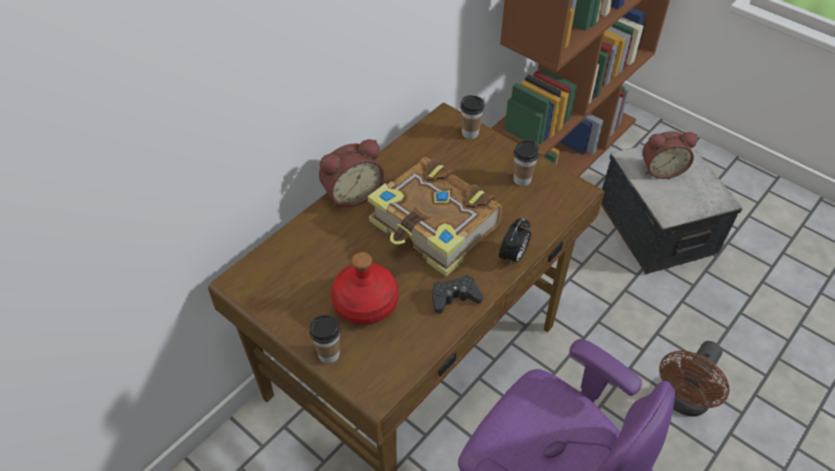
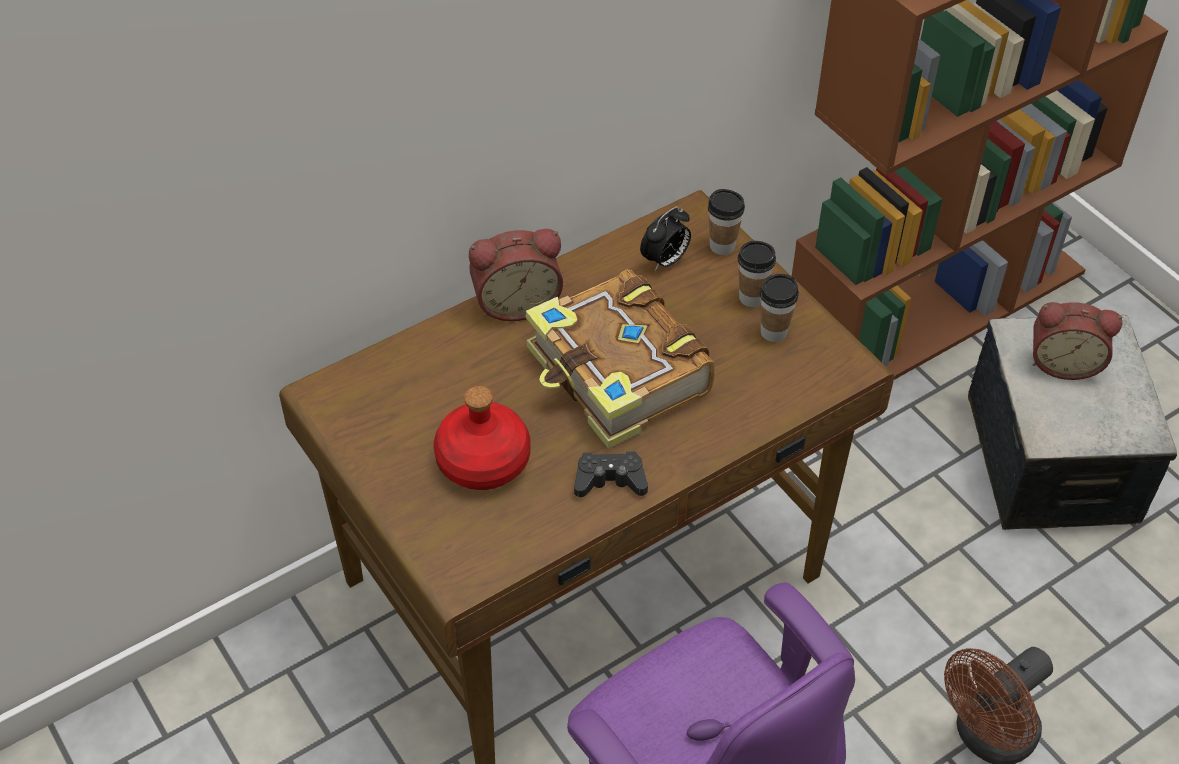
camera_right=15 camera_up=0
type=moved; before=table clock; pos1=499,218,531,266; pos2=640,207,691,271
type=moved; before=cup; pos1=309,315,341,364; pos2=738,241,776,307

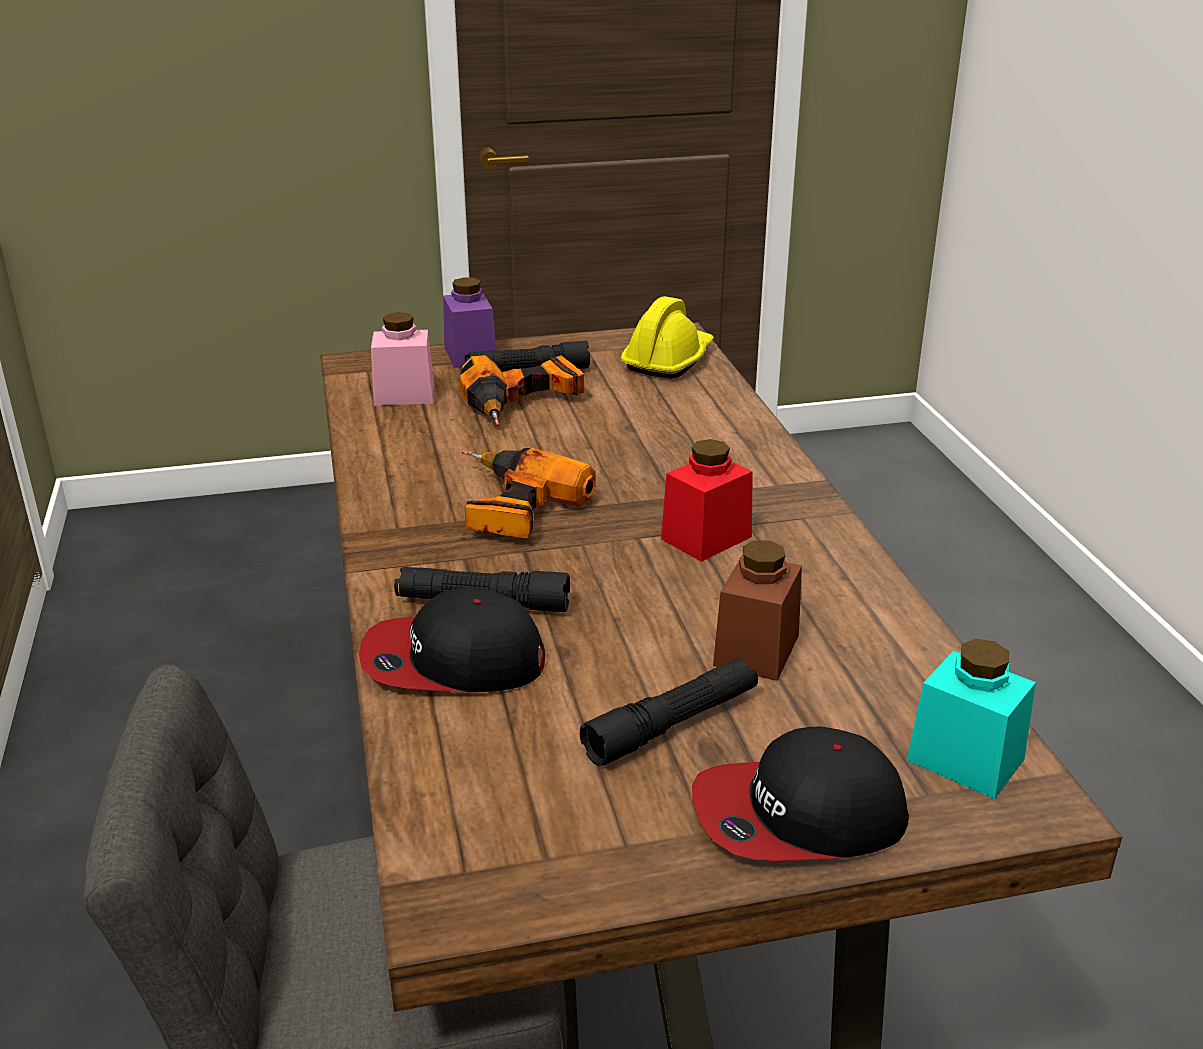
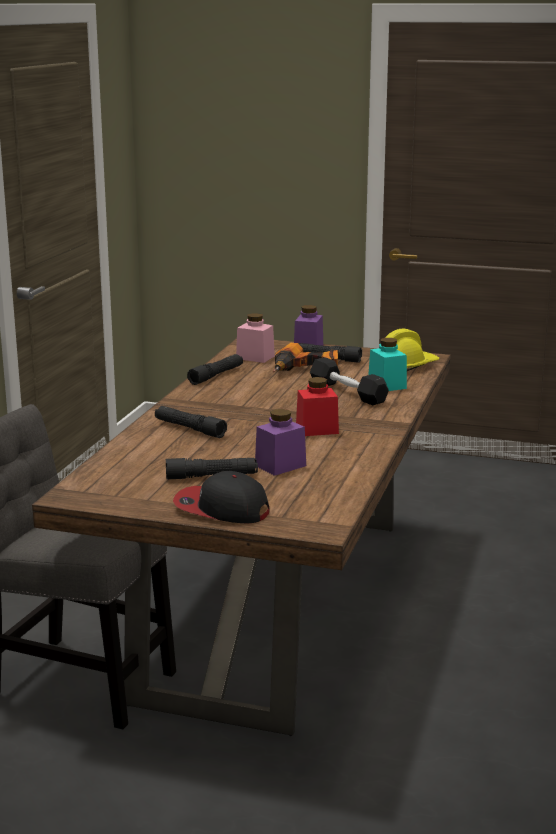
camera_right=30 camera_up=-10
type=removed; before=electric drill; pos1=462,448,596,538
type=recoloured; before=jar (brownish); after=jar (purple); pos1=713,541,802,681; pos2=255,409,306,476
type=removed; before=peaked cap; pos1=359,587,545,692
type=moved; before=jar (blue-green); pos1=907,639,1036,799; pos2=368,338,407,391
type=added; after=flashlight (black-coloured); pos2=187,354,243,385
type=added; after=hand weight (black-coloured); pos2=310,357,389,405

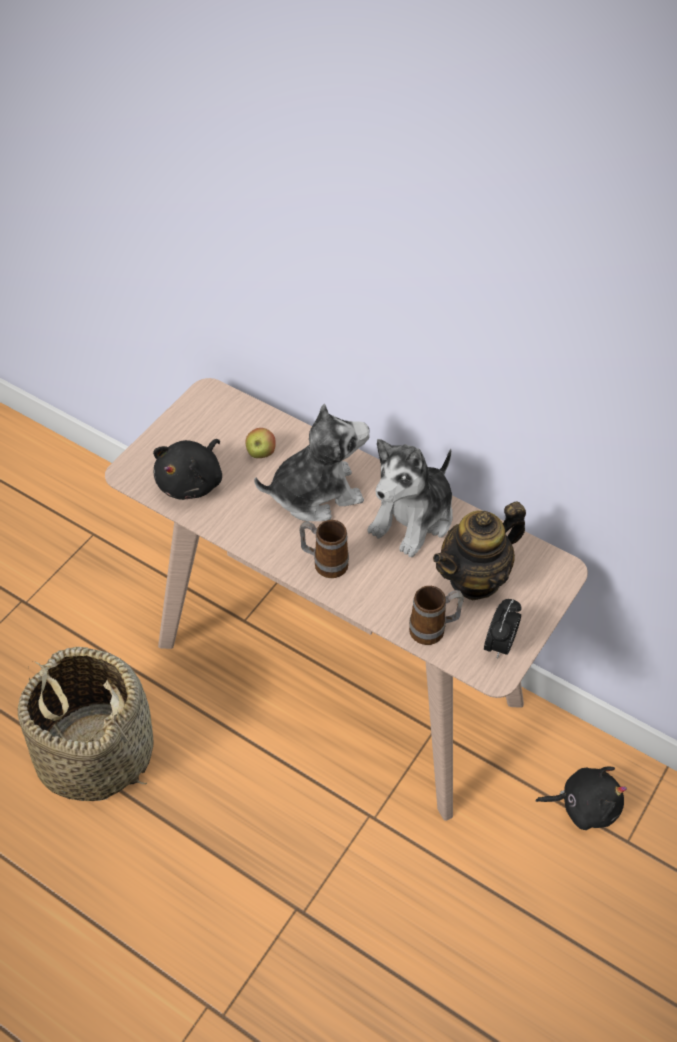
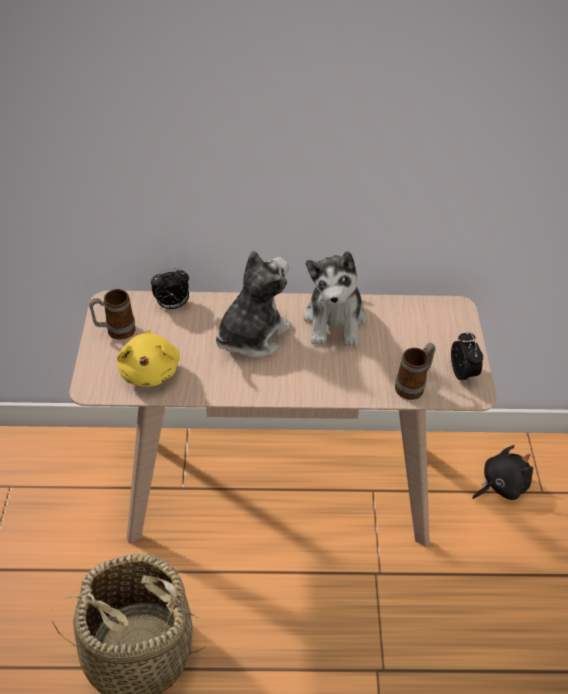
camera_right=-35 camera_up=-5
type=removed; before=apple; pos1=246,428,276,458
type=recoloured; before=plush toy (black-coloured); after=plush toy (yellowish); pos1=153,439,222,500; pos2=117,329,180,387
type=removed; before=pot for tea; pos1=433,502,526,600
type=moved; before=tea mug; pos1=299,520,349,578; pos2=89,289,135,340
type=added; after=table clock; pos2=151,268,189,309

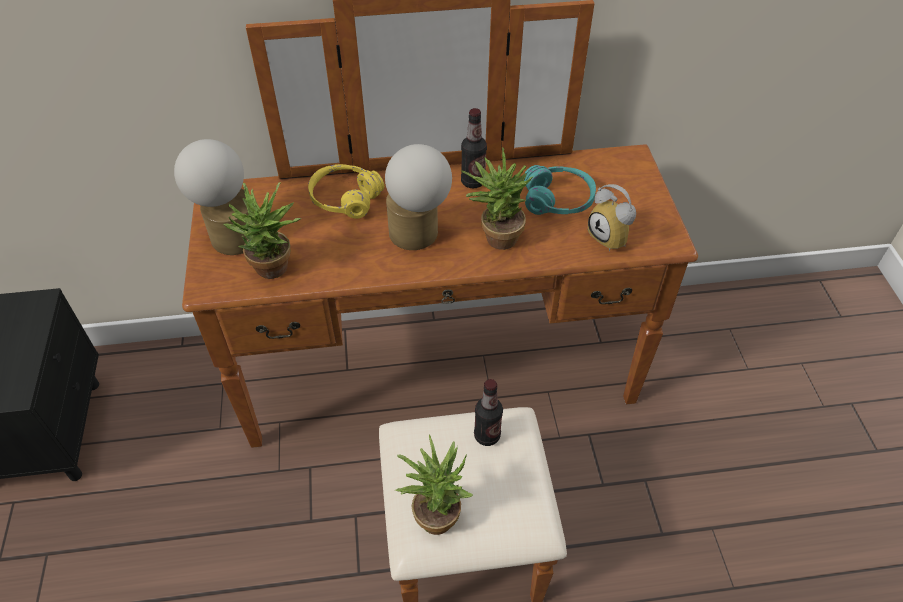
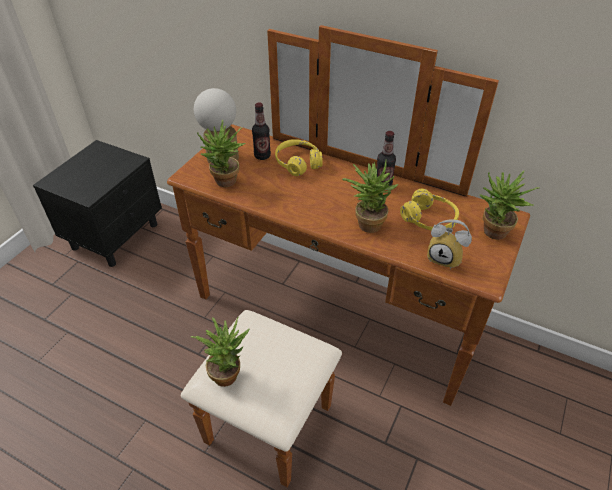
camera_right=35 camera_up=-5
type=removed; before=table lamp; pos1=385,144,452,250
type=recoloured; before=headset (blue-green); after=headset (yellowish); pos1=524,165,596,215; pos2=400,189,459,231
type=turned; before=table clock; pos1=588,184,636,251; pos2=427,219,472,269; turn=-60
type=moved; before=bottle; pos1=474,379,503,446; pos2=252,103,271,160
type=added; after=plant in a pot; pos2=479,171,540,240

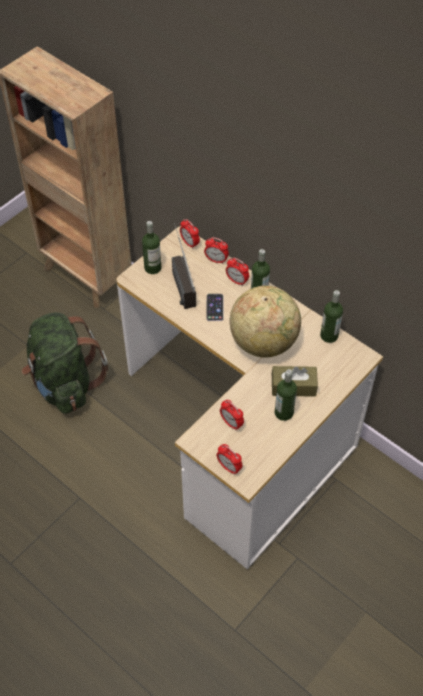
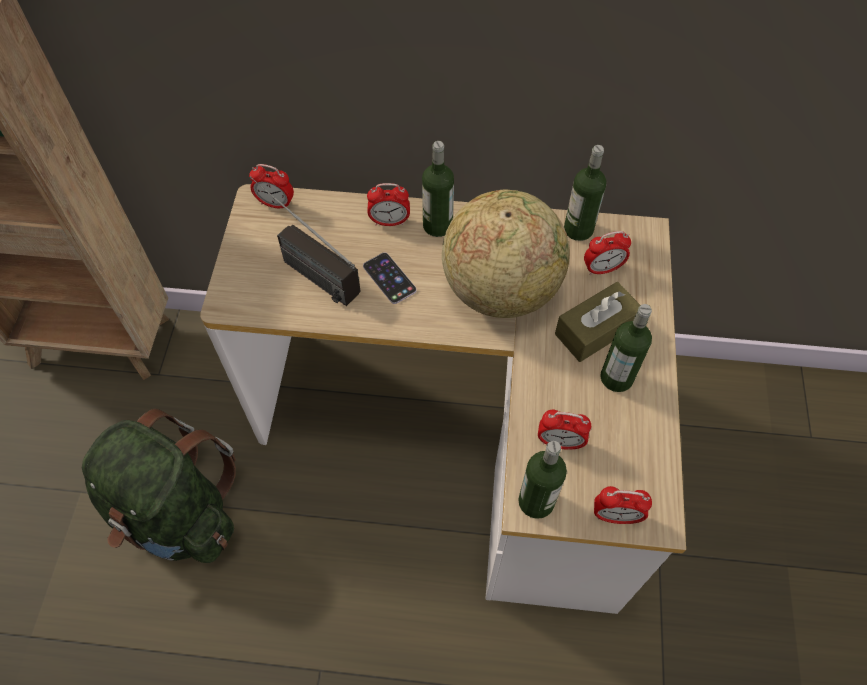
camera_right=-35 camera_up=5
type=moved; before=bottle; pos1=142,221,162,274; pos2=518,441,567,519
type=moved; before=table clock; pos1=204,237,229,264; pos2=584,231,631,275

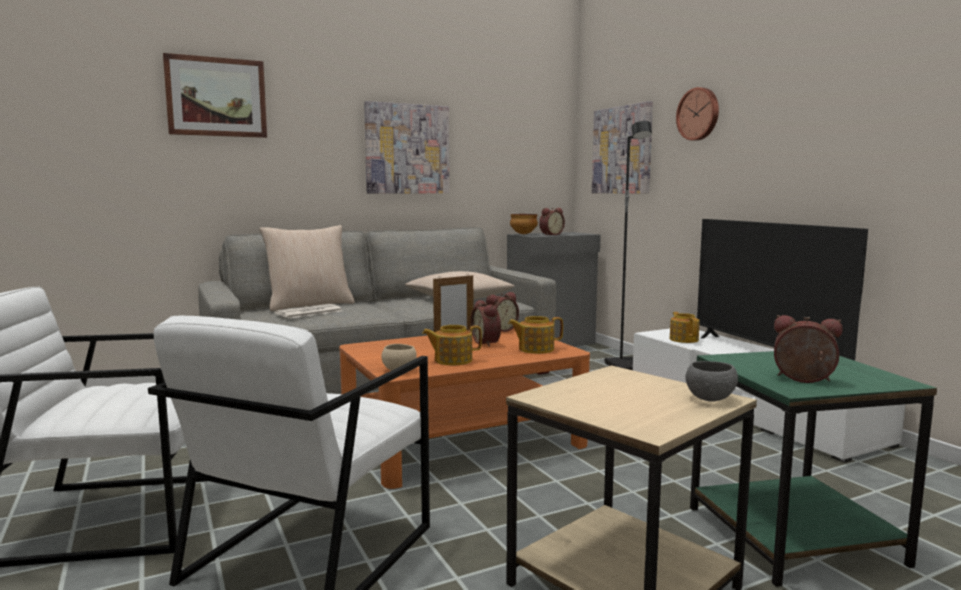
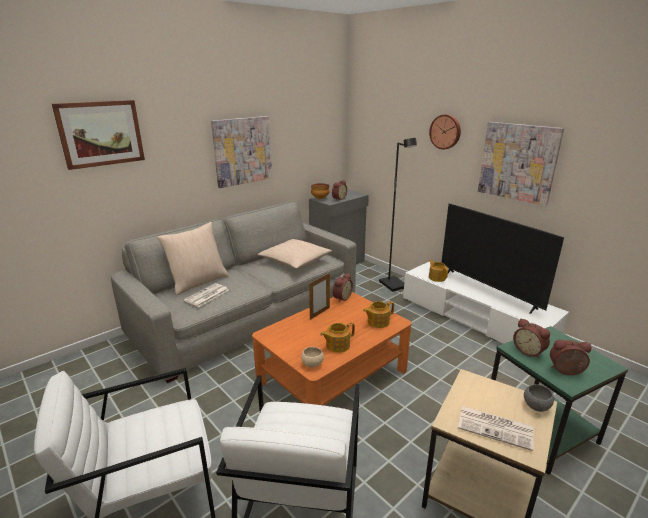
camera_right=-15 camera_up=15
type=moved; before=wall picture; pos1=592,101,653,194; pos2=478,122,564,206
type=moved; before=table clock; pos1=471,300,501,346; pos2=513,319,550,359
type=added; after=daily paper; pos2=458,406,533,451

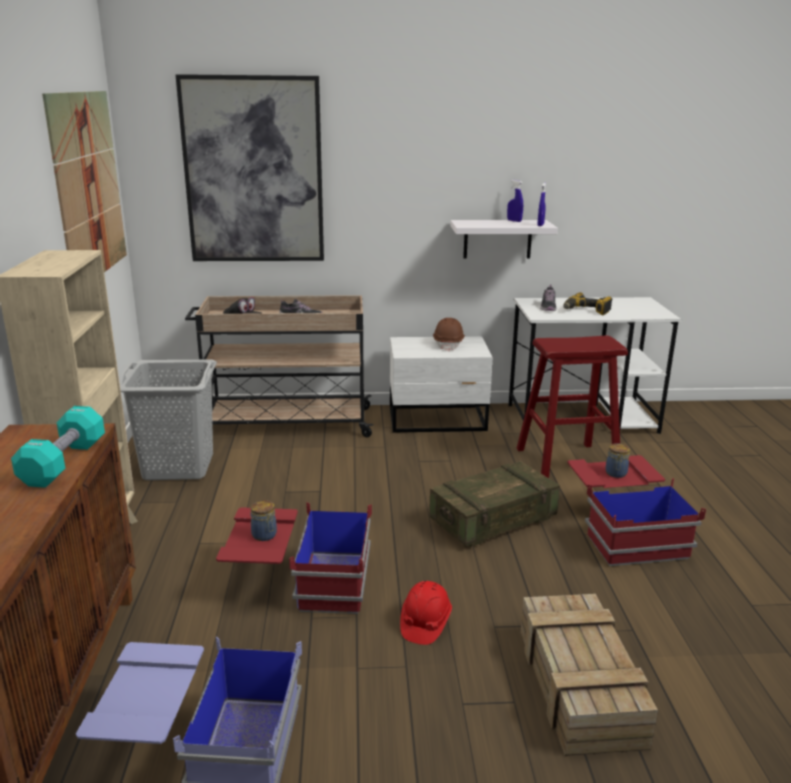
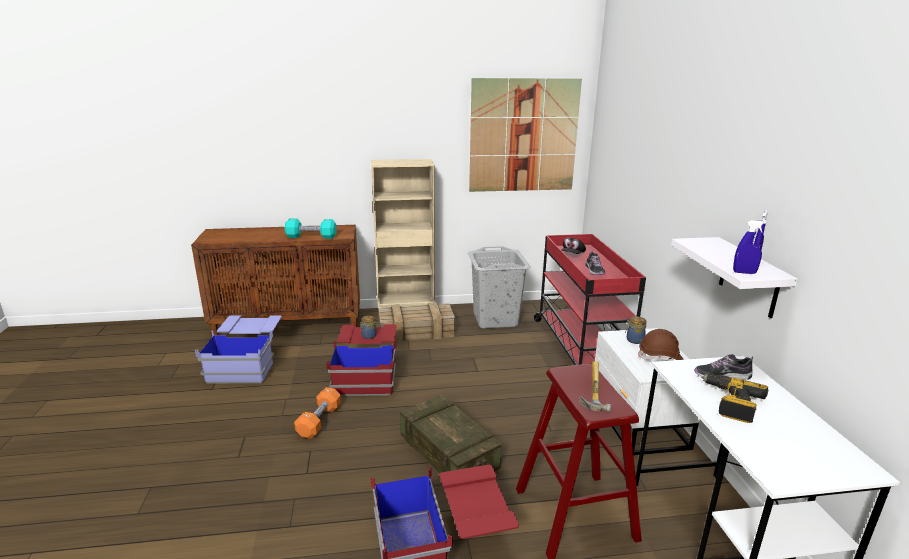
camera_right=85 camera_up=0
type=removed; before=wall picture; pos1=175,74,324,261
type=recoloured; before=cart (beige); after=cart (reddish); pos1=185,295,374,437; pos2=534,234,646,365
type=moved; before=jar; pos1=605,443,630,478; pos2=625,316,647,344
type=replaced; before=hard hat (reddish); after=hand weight (orangey); pos1=400,581,452,645; pos2=294,387,341,439
type=moved; before=crate; pos1=520,594,658,756; pos2=379,302,455,342
type=added; after=hammer; pos2=579,361,611,412

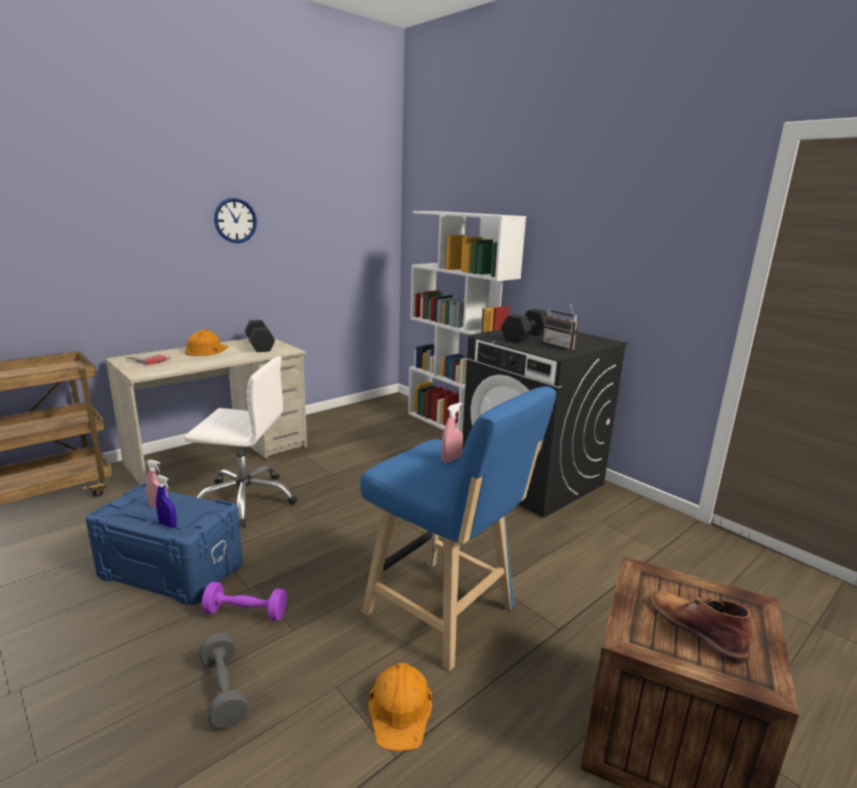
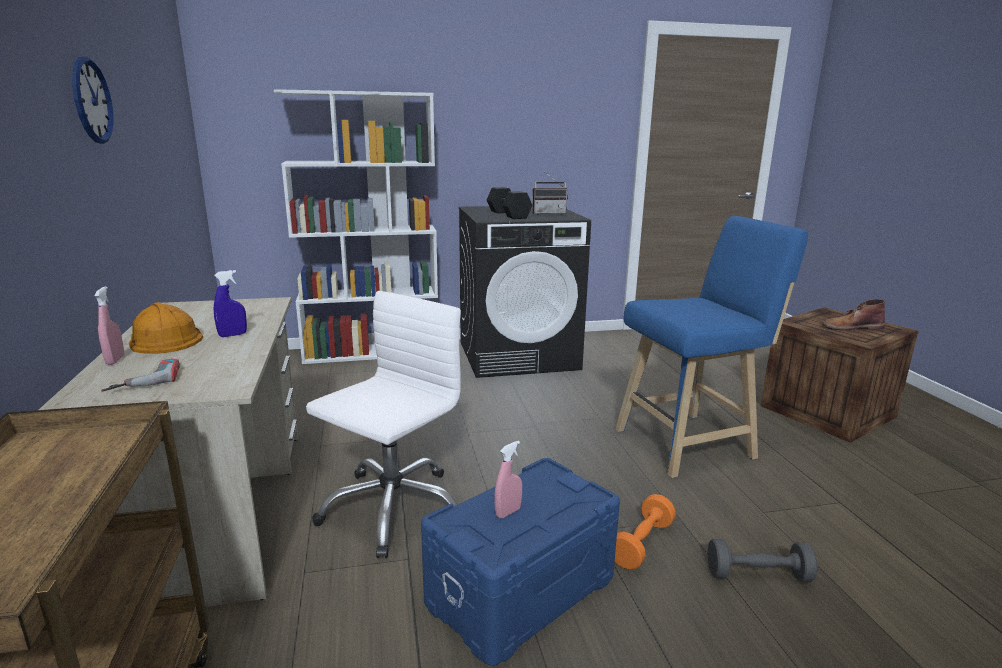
camera_right=-60 camera_up=0
type=removed; before=hand weight (black-coloured); pos1=245,320,275,352
type=moved; before=sprayer (pink-coloured); pos1=441,403,463,463; pos2=94,286,124,365
type=moved; before=sprayer (blue); pos1=156,475,177,528; pos2=214,270,247,337
type=recoloured; before=hand weight (purple); after=hand weight (orangey); pos1=202,582,287,621; pos2=615,494,676,570
type=removed; before=hard hat (orangey); pos1=369,663,432,751

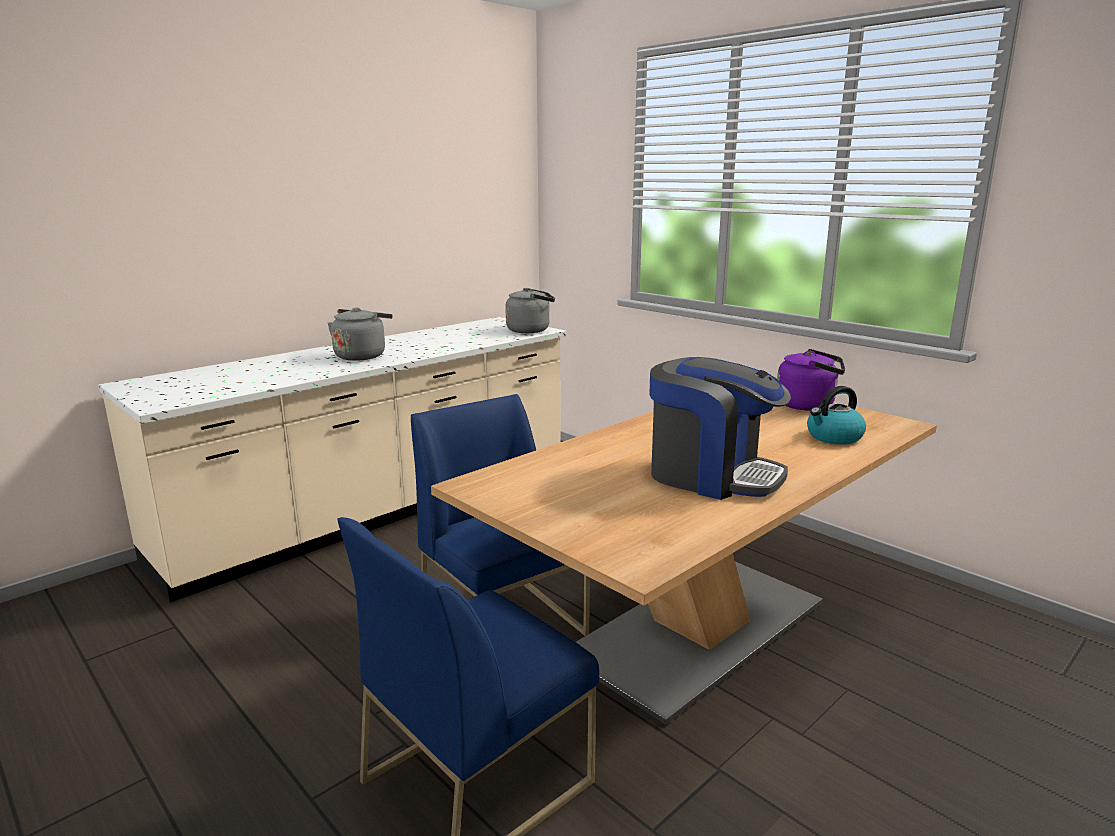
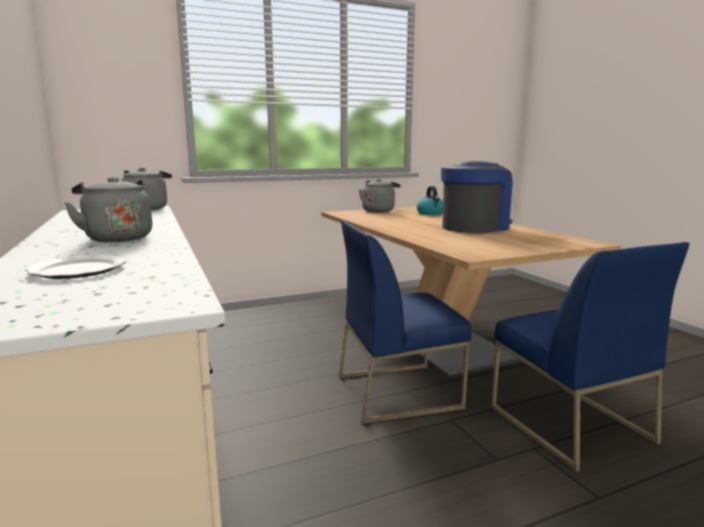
camera_right=-70 camera_up=-5
type=recoloured; before=water kettle (purple); after=water kettle (grey); pos1=777,349,845,411; pos2=359,179,400,212
type=added; after=dinner plate; pos2=26,255,126,279

